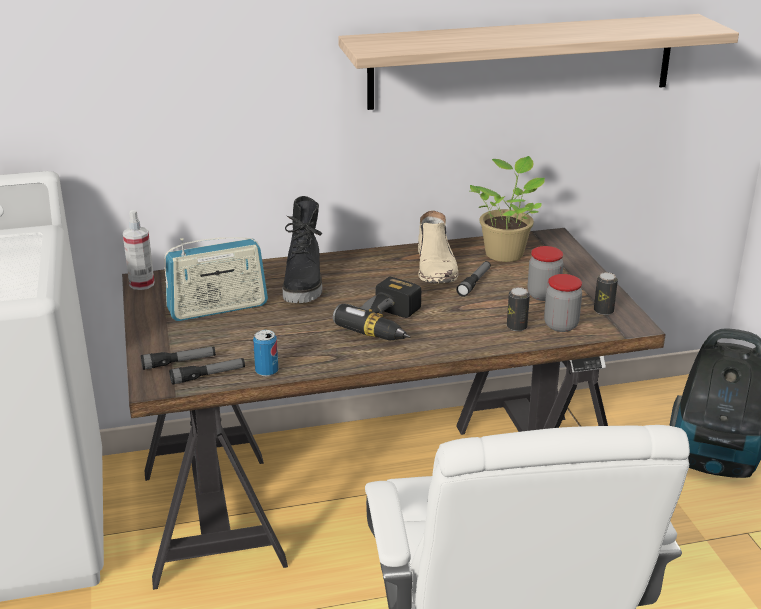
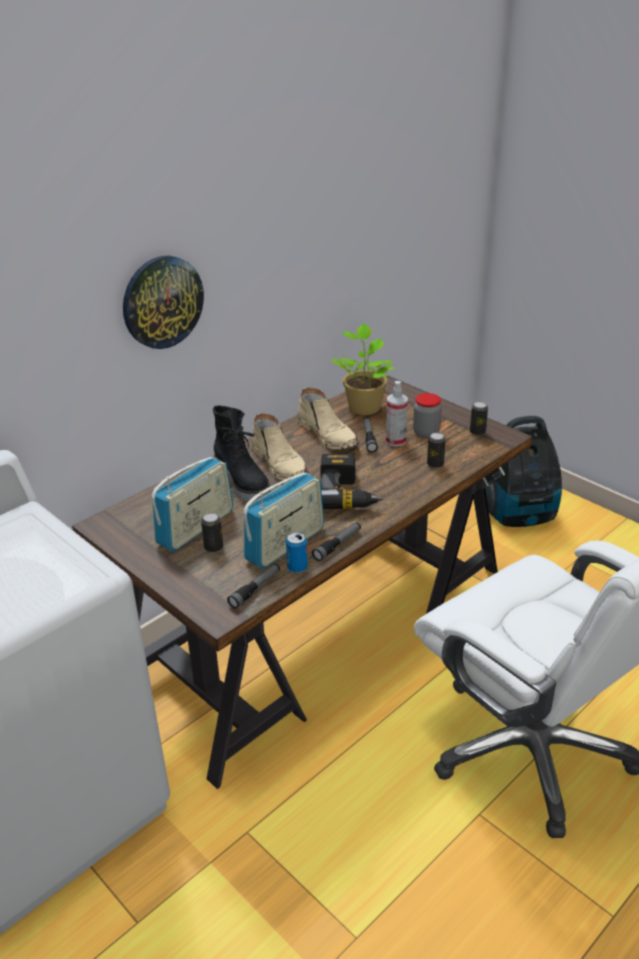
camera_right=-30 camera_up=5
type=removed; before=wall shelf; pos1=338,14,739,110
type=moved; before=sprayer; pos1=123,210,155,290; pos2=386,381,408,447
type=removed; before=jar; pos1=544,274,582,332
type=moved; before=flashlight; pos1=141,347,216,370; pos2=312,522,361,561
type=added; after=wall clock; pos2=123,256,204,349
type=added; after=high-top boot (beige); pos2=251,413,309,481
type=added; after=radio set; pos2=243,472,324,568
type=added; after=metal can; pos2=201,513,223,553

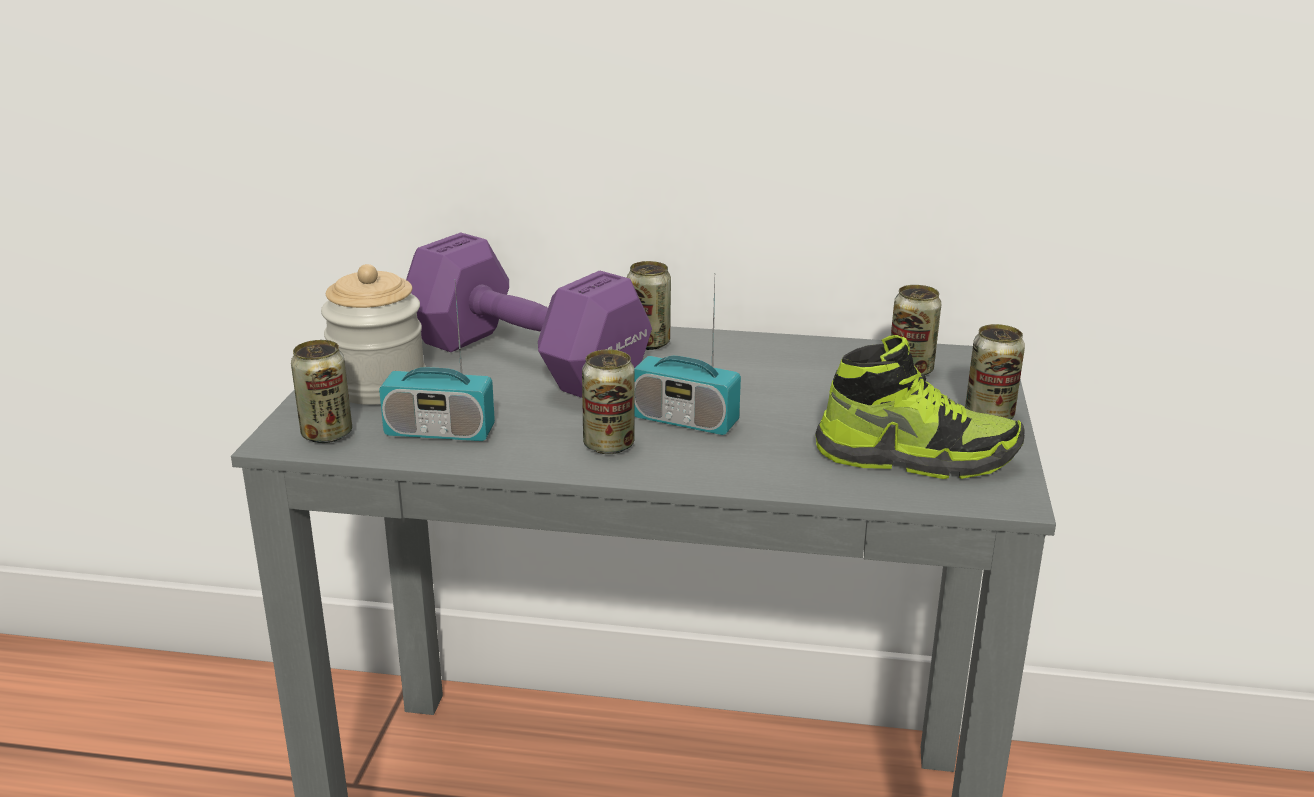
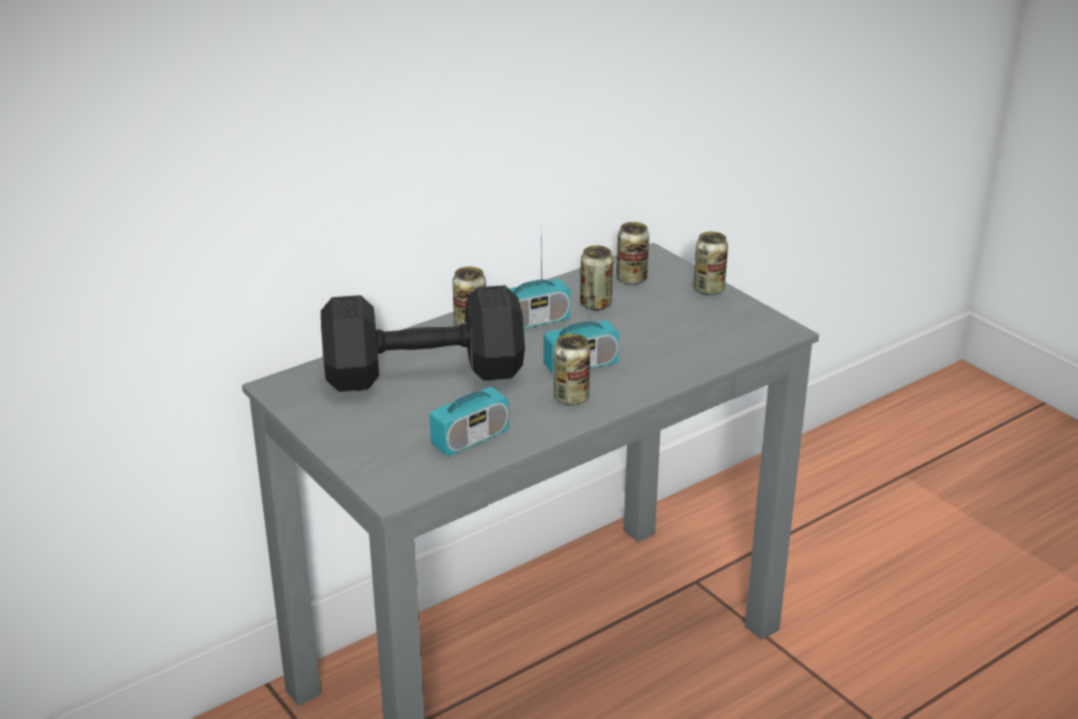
camera_right=-45 camera_up=5
type=recoloured; before=hand weight (purple); after=hand weight (black-coloured); pos1=406,232,652,398; pos2=321,285,525,392
type=removed; before=jar; pos1=321,264,425,405
type=removed; before=shoe; pos1=815,335,1025,479
type=moved; before=metal can; pos1=291,340,352,443; pos2=580,245,613,310
type=added; after=radio set; pos2=509,222,570,329

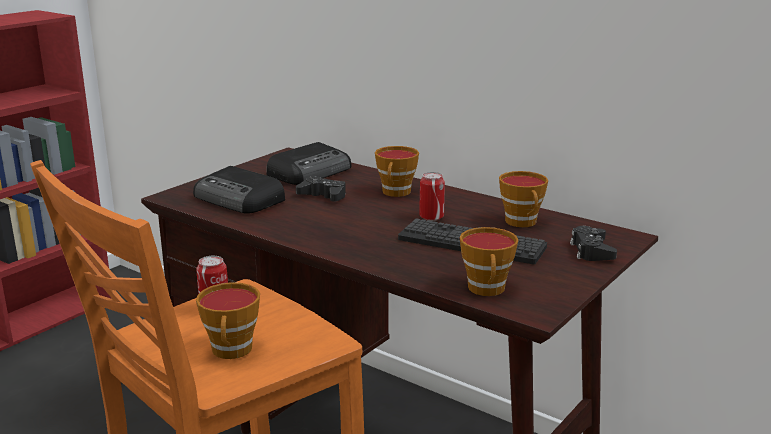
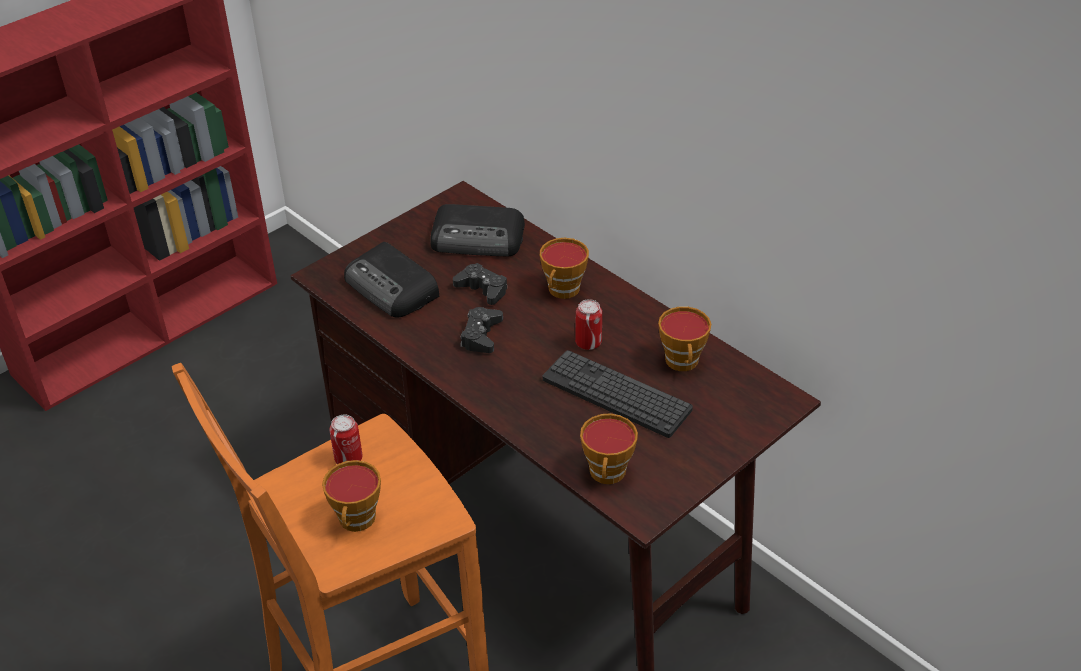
camera_right=10 camera_up=20
type=turned; before=radio set; pos1=267,142,352,185; pos2=430,204,525,257; turn=45
type=moved; before=game controller (black-coloured); pos1=570,226,617,261; pos2=460,307,503,353

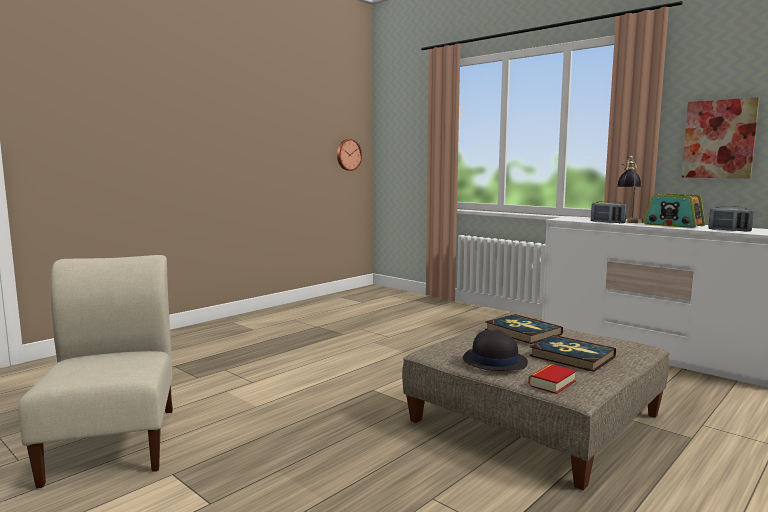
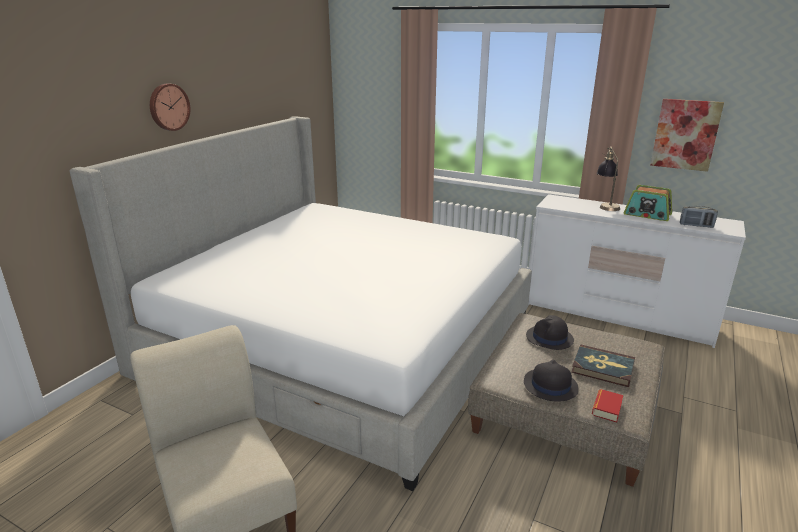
camera_right=-15 camera_up=15
type=moved; before=wall clock; pos1=337,139,362,171; pos2=150,84,190,131
type=removed; before=radio set; pos1=591,201,627,223
type=replaced; before=volume; after=wearable hat (black-coloured); pos1=485,314,563,344; pos2=526,315,574,350
type=added; after=bed; pos2=70,116,532,491

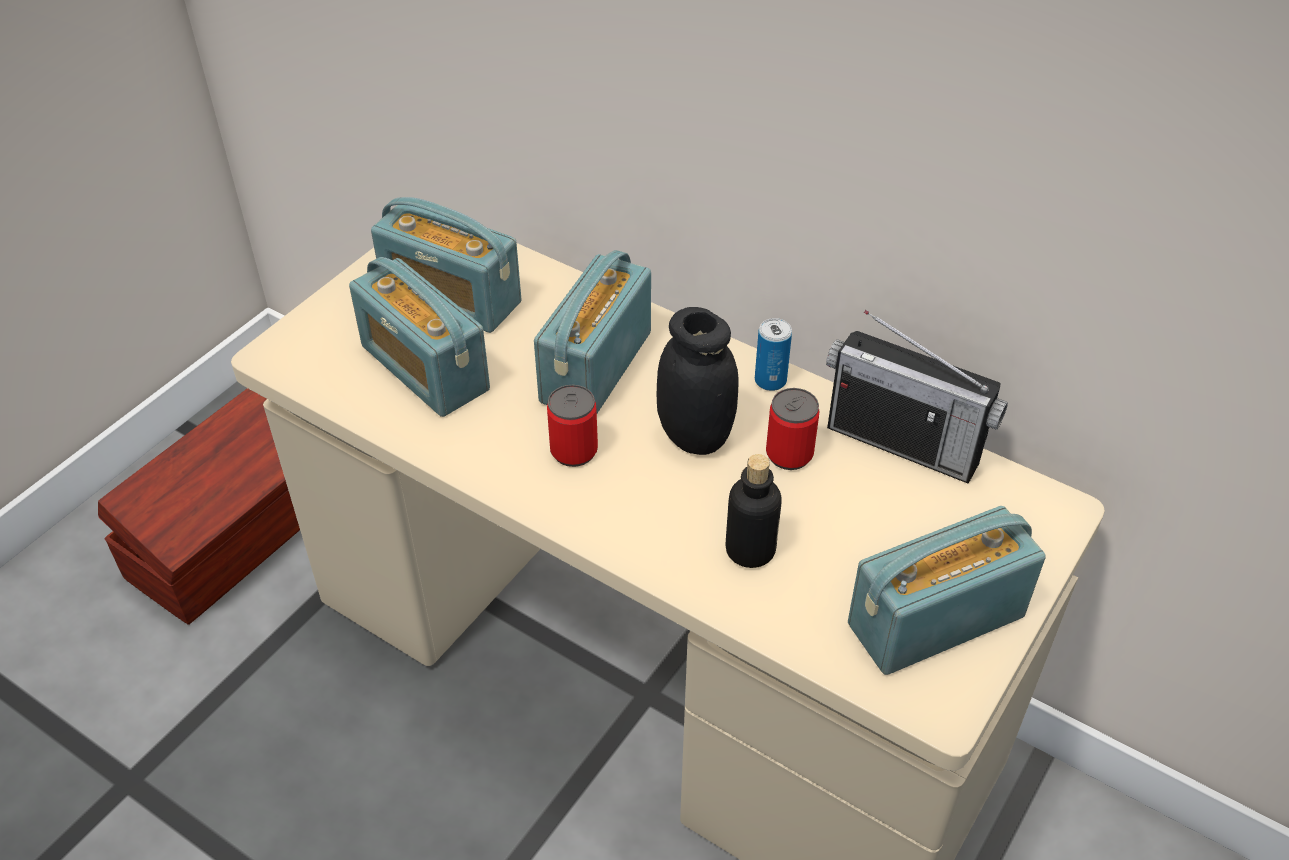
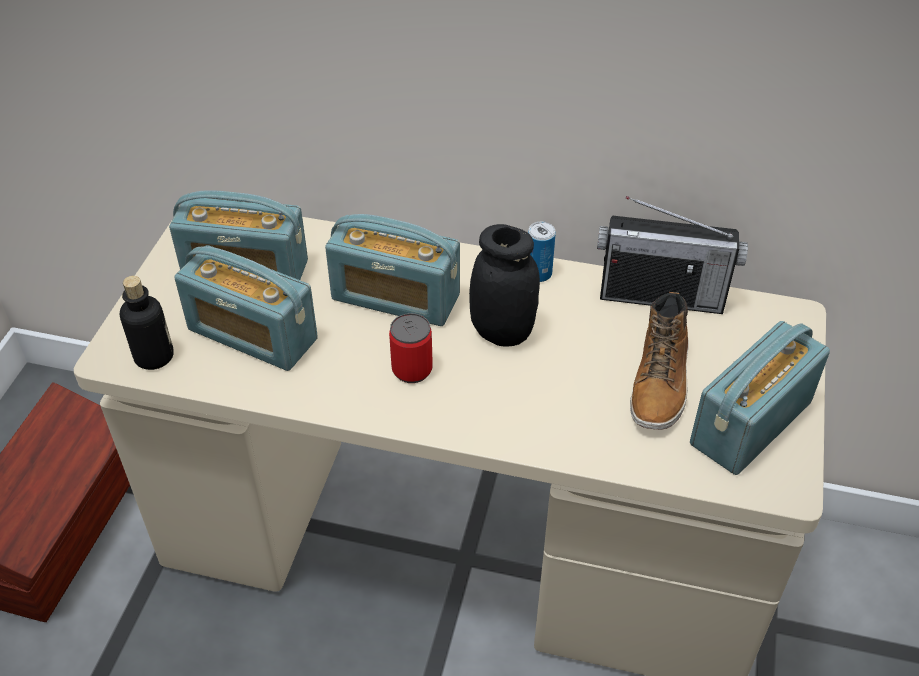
camera_right=-20 camera_up=0
type=turned; before=radio set; pos1=534,250,651,413; pos2=325,214,460,326; turn=-75
type=removed; before=metal can; pos1=766,388,819,470
type=moved; before=bottle; pos1=725,454,782,568; pos2=120,276,174,370
type=added; after=high-top boot; pos2=630,292,689,430

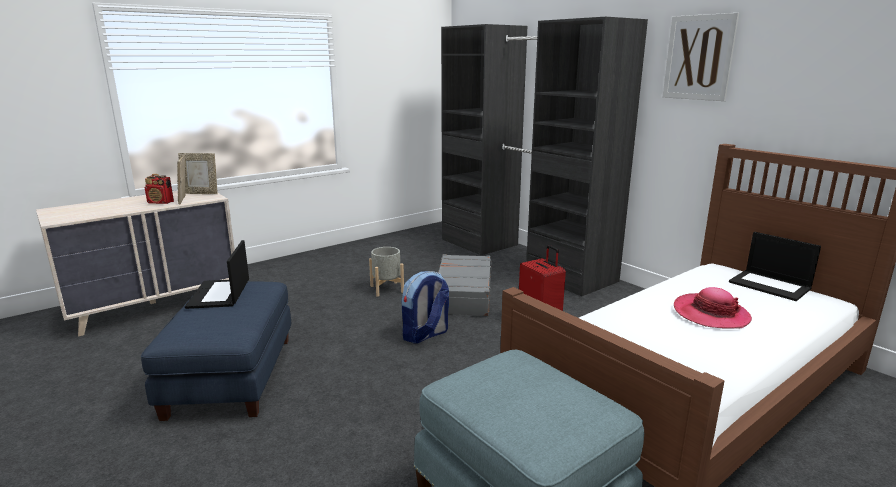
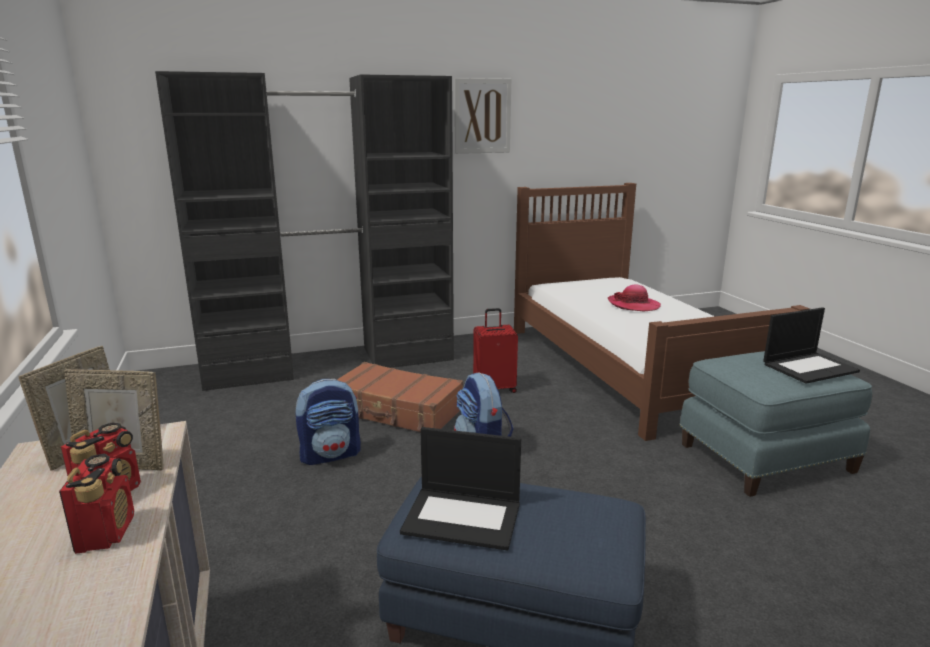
camera_right=-70 camera_up=0
type=moved; before=laptop; pos1=729,232,821,301; pos2=763,307,860,384
type=replaced; before=planter (grey); after=backpack; pos1=369,247,404,297; pos2=295,379,361,465
type=recoloured; before=suitcase (grey); after=suitcase (brownish); pos1=438,254,492,316; pos2=337,362,463,433
type=added; after=radio set; pos2=59,453,134,554

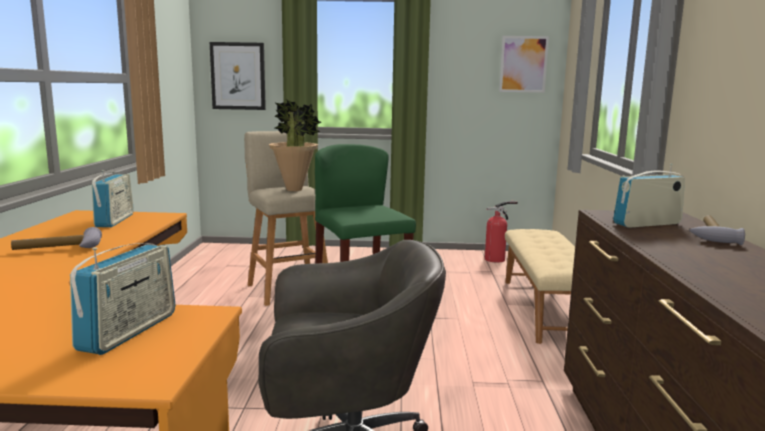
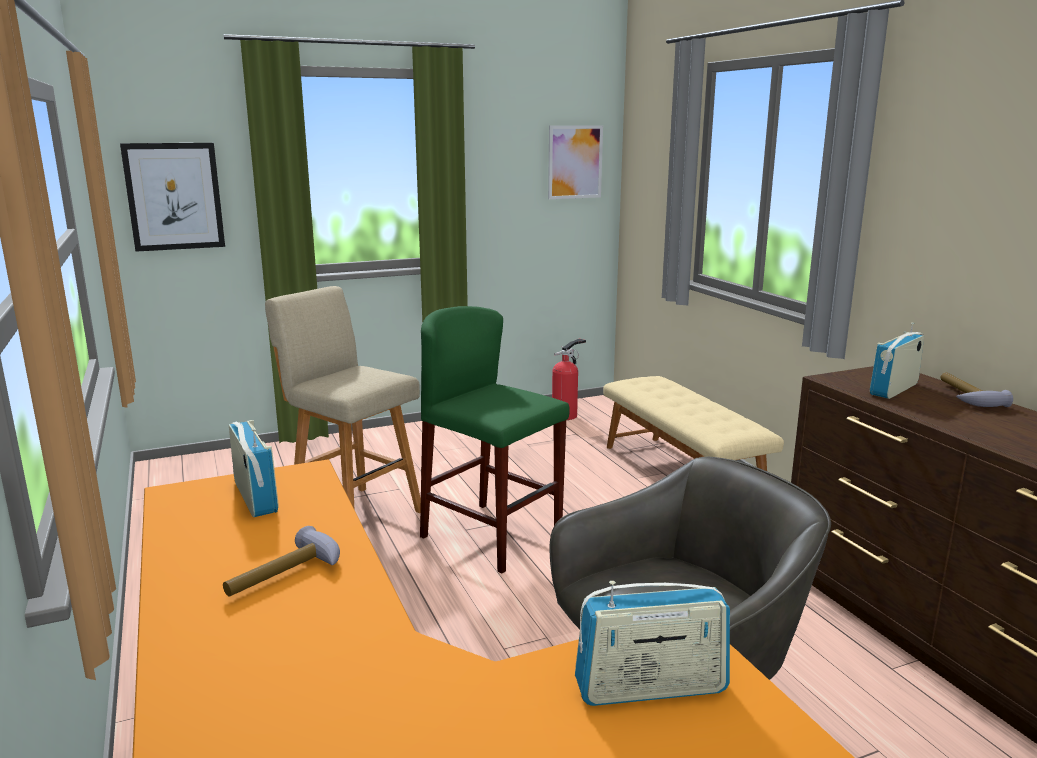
camera_right=-25 camera_up=5
type=removed; before=plant in a pot; pos1=269,99,322,191
type=turned; before=radio set; pos1=70,243,176,355; pos2=575,581,730,706; turn=90

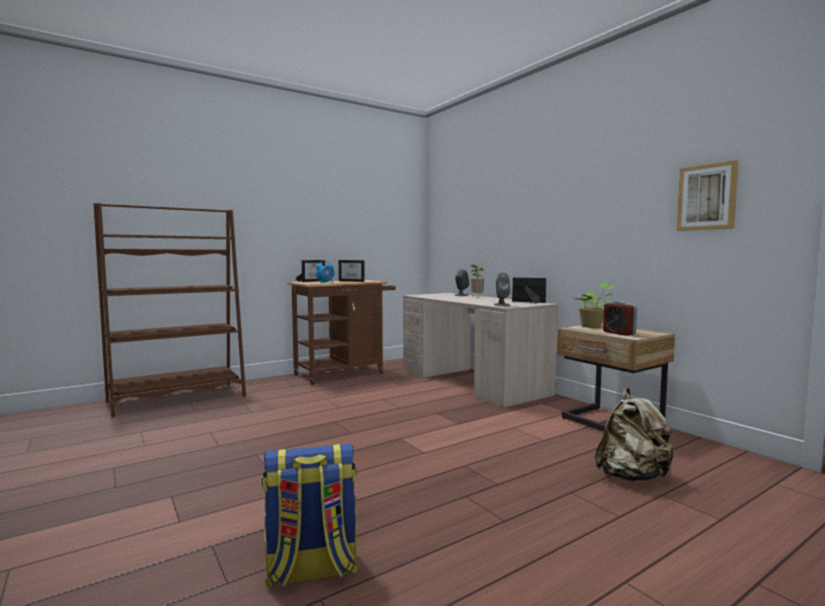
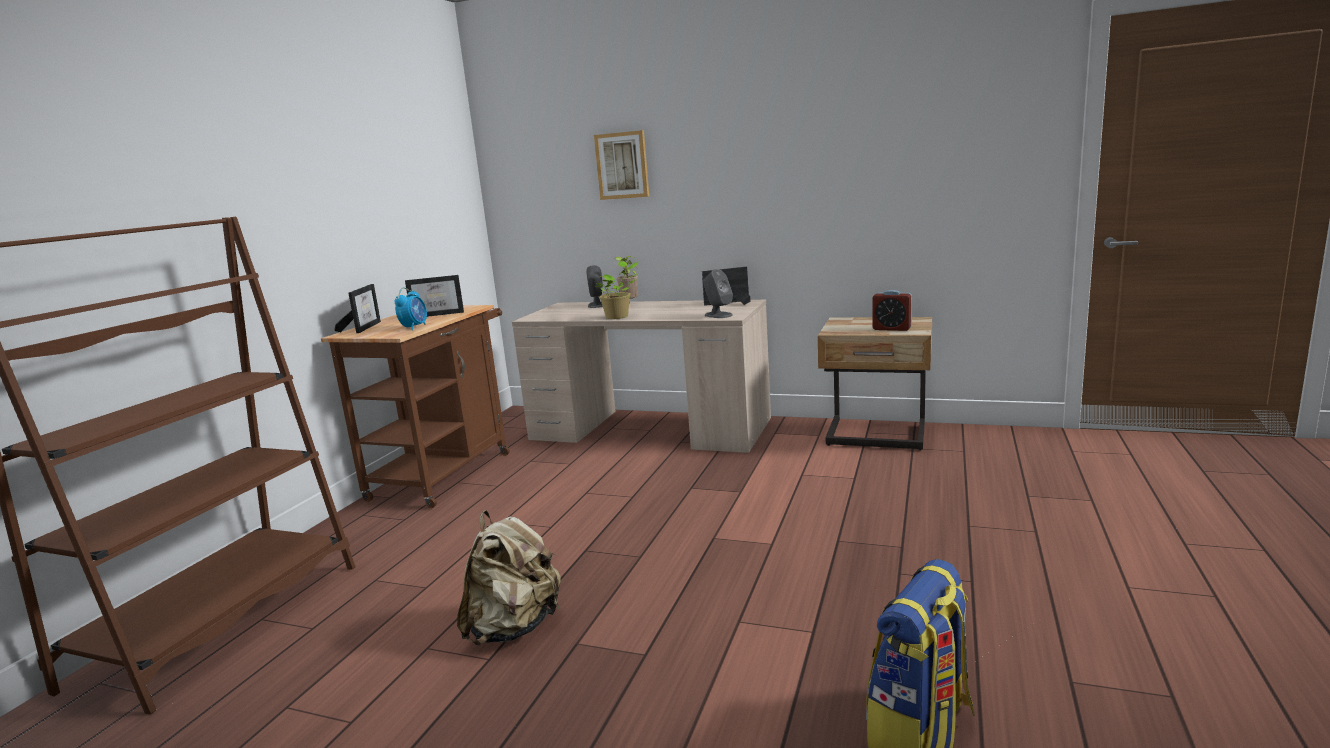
camera_right=-35 camera_up=10
type=moved; before=wall picture; pos1=677,160,739,231; pos2=594,130,649,200
type=moved; before=plant in a pot; pos1=574,283,617,328; pos2=594,261,638,319
type=moved; before=backpack (beige); pos1=595,388,674,481; pos2=457,510,561,645

